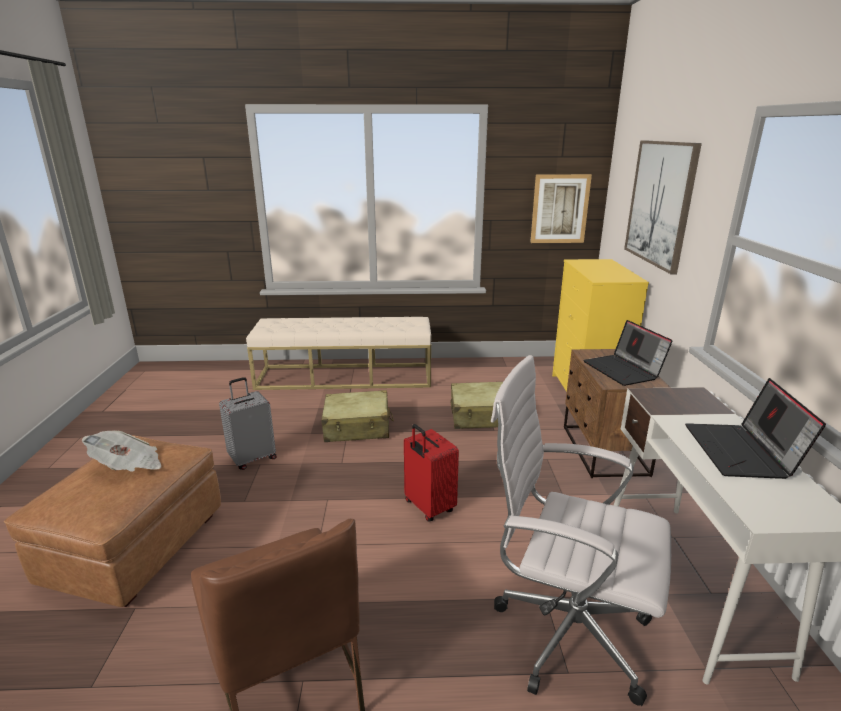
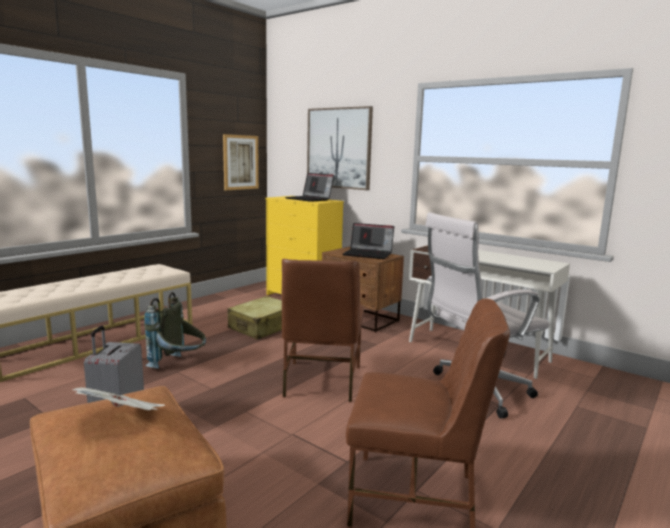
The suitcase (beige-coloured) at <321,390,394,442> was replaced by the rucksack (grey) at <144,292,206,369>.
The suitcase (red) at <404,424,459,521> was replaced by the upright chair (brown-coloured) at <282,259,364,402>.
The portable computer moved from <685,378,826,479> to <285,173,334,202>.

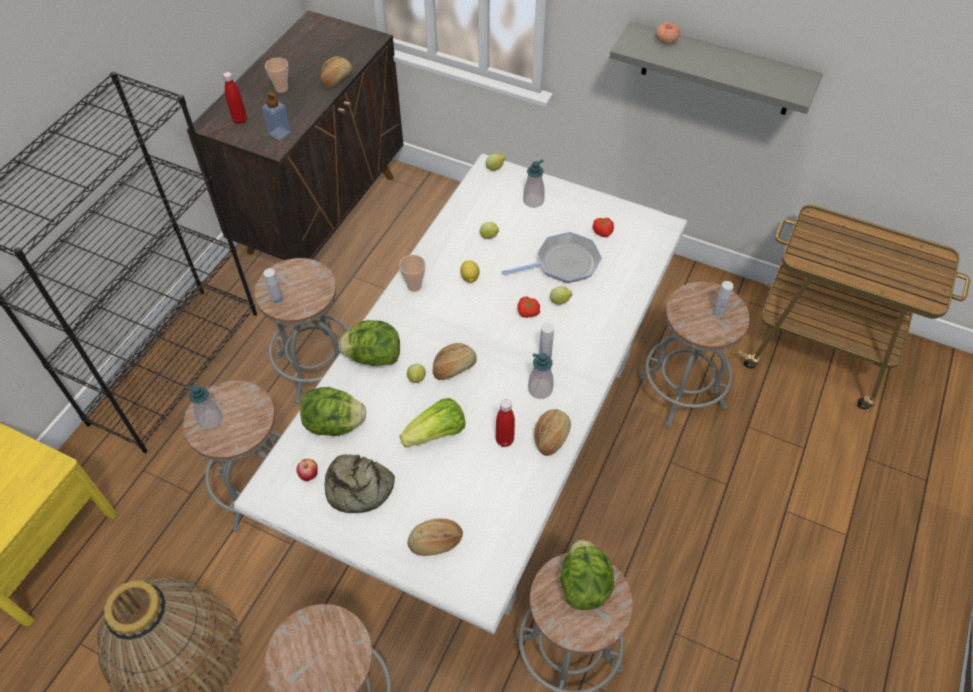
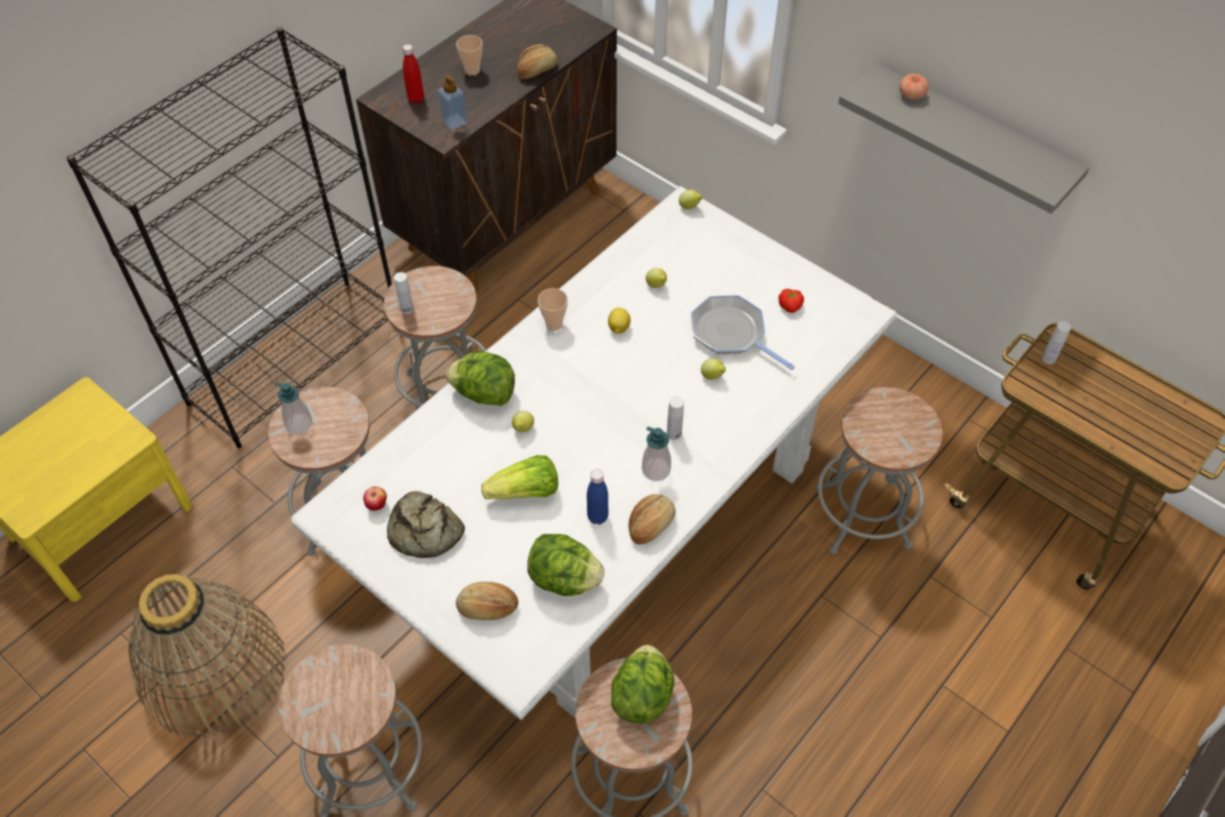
The lettuce head moved from <300,387,366,436> to <527,534,605,596>.
The bakery bread at <433,343,477,380> disappeared.
The drink bottle (red) at <496,399,515,447> became the drink bottle (bluish) at <587,469,608,524>.
The frying pan at <502,232,602,283> turned 135 degrees counterclockwise.
The fresh tomato at <517,296,540,318> disappeared.
The liquid soap bottle at <523,160,545,208> disappeared.
The drink bottle (white-coloured) moved from <713,281,734,317> to <1042,321,1071,364>.

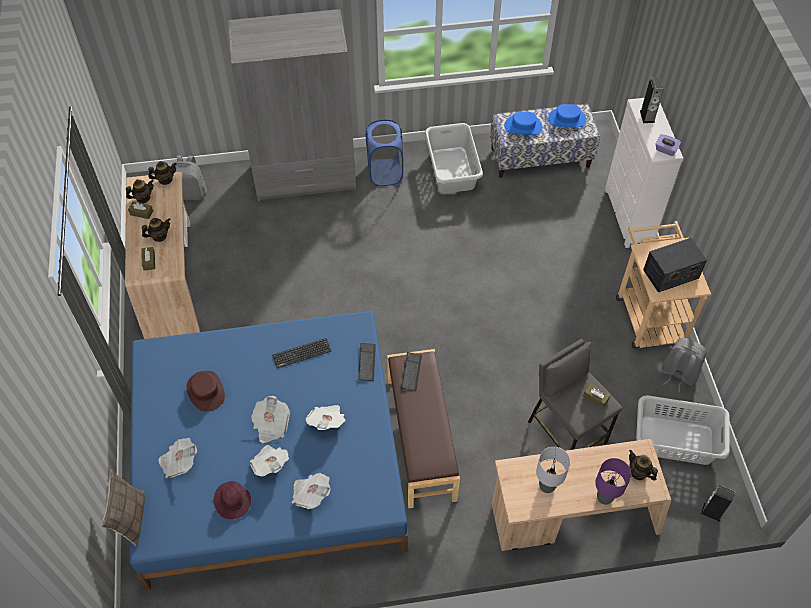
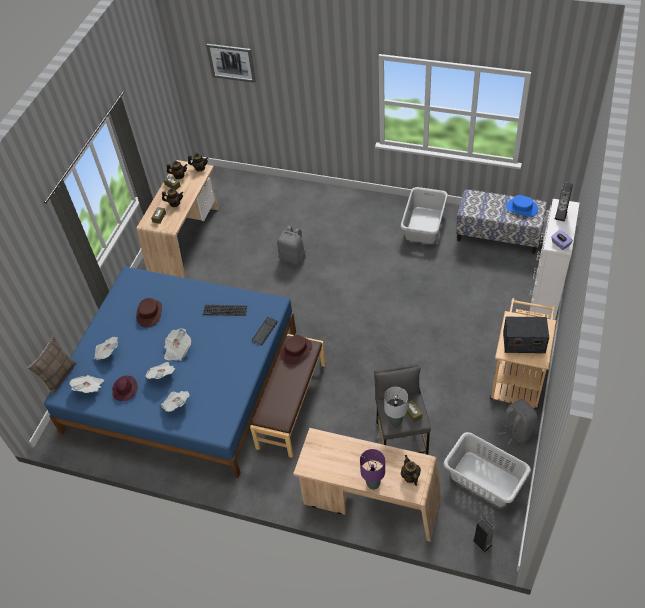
The rucksack (grey) moved from <172,155,207,200> to <277,226,306,265>.
The clothes cupboard (grey) at <228,9,356,201> disappeared.
The newspaper moved from <306,405,346,430> to <69,375,104,393>.
The hamper (bluish) at <365,120,403,186> disappeared.
The PC keyboard at <401,352,422,391> was replaced by the wearable hat (brown-coloured) at <280,335,312,365>.
The wearable hat (bluish) at <504,111,543,135> disappeared.
The table lamp (grey) moved from <536,447,570,493> to <384,387,408,427>.
The wall art at <206,44,256,83> appeared.

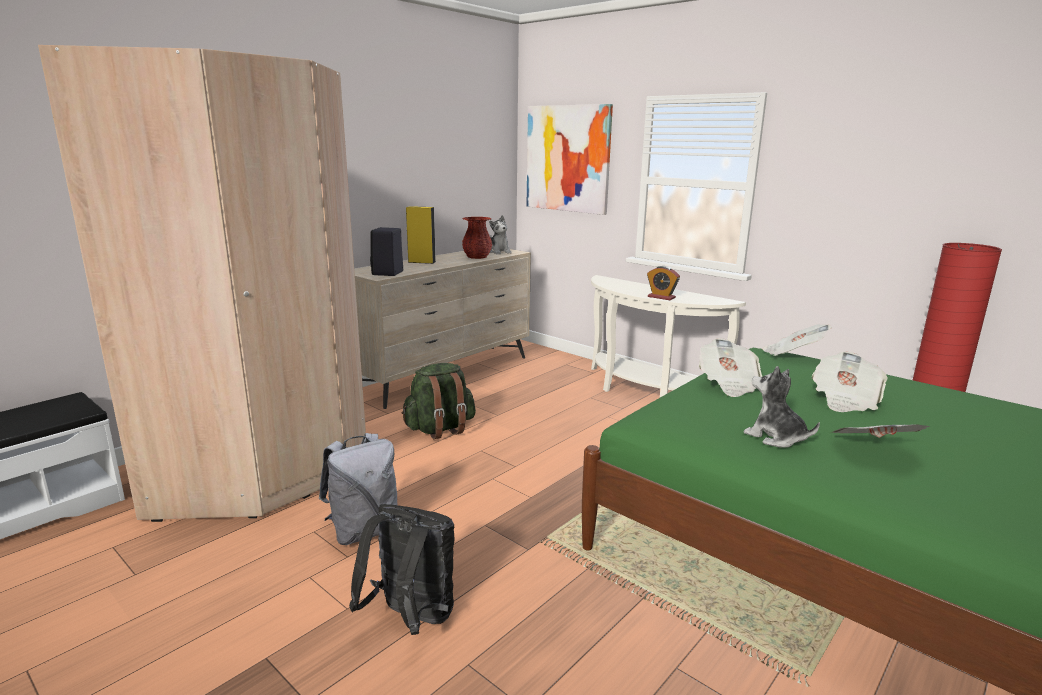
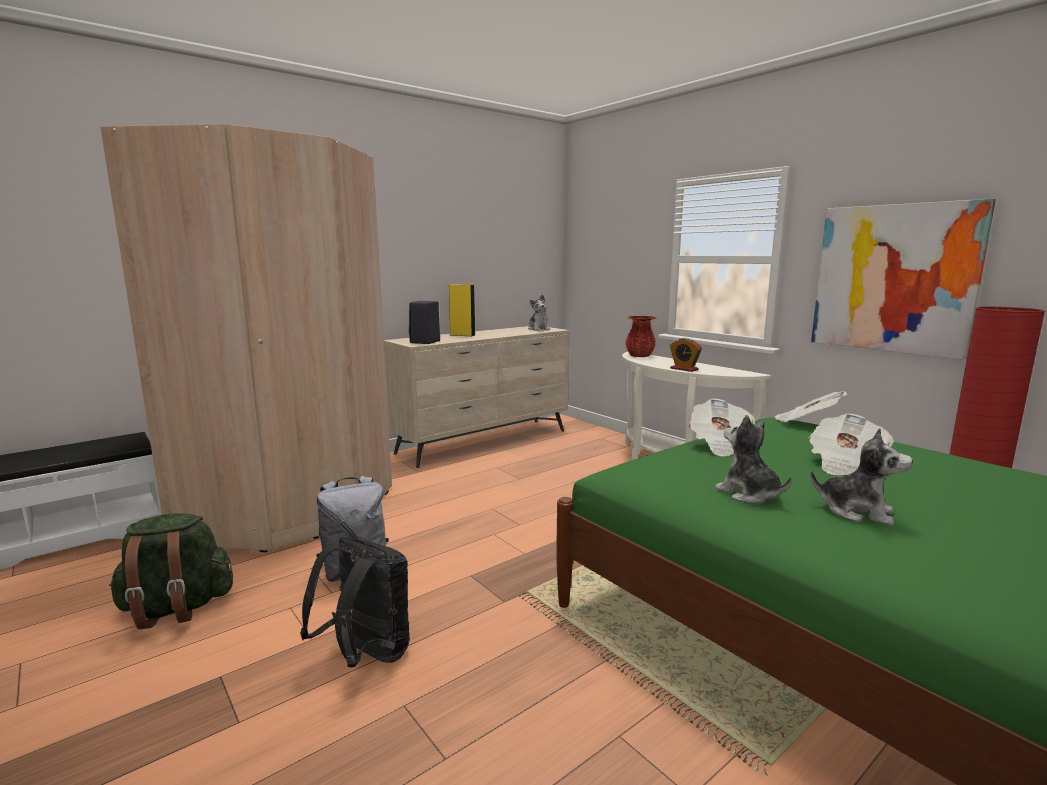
The rucksack (green-coloured) moved from <401,363,476,439> to <109,514,233,629>.
The flower vase (red) moved from <462,217,492,259> to <625,316,656,357>.
The wall art moved from <526,104,613,215> to <811,199,996,360>.
The newspaper at <831,425,929,438> was replaced by the plush toy at <810,428,913,526>.

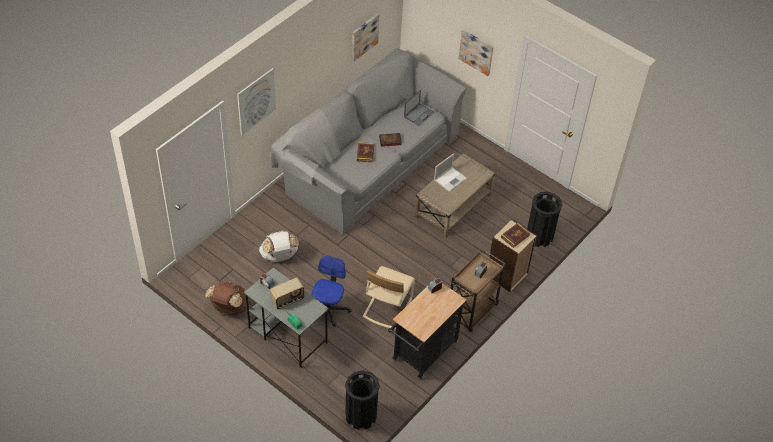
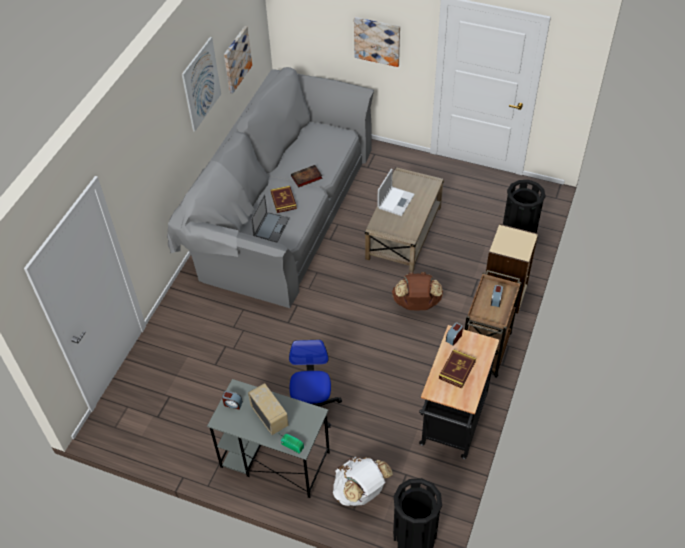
The rucksack (brown-coloured) moved from <205,282,249,315> to <392,272,443,311>.
The wall art moved from <237,68,276,135> to <182,37,221,132>.
The rucksack (white-coloured) moved from <259,230,299,262> to <333,457,393,506>.
The radio set at <270,278,304,309> turned 75 degrees counterclockwise.
The upright chair (beige-coloured) at <363,266,415,330> disappeared.
The portable computer moved from <404,90,434,126> to <251,195,290,242>.
The bound book moved from <501,223,530,248> to <439,349,476,388>.

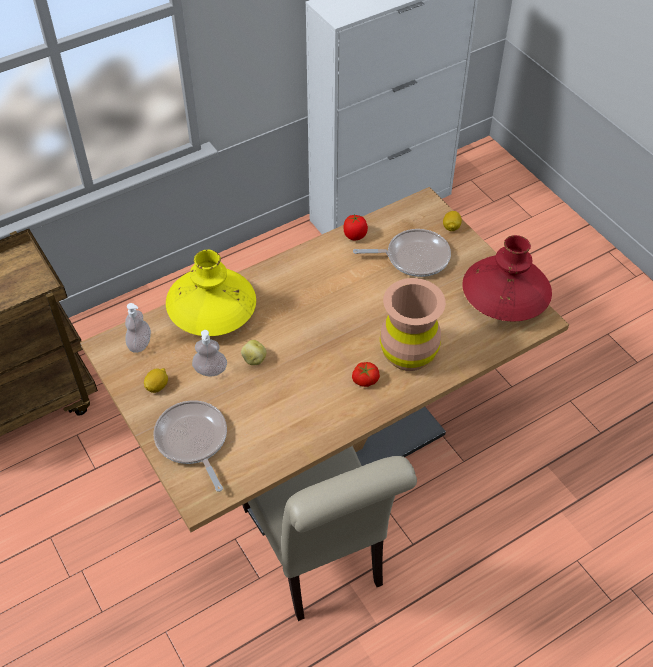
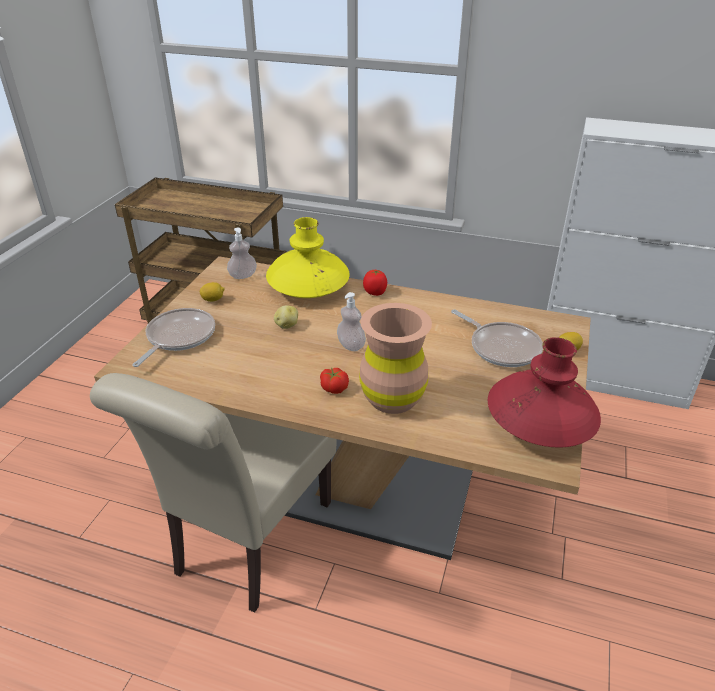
The liquid soap bottle moved from <192,330,227,377> to <337,292,366,351>.
The fresh tomato moved from <344,215,368,240> to <363,270,387,296>.

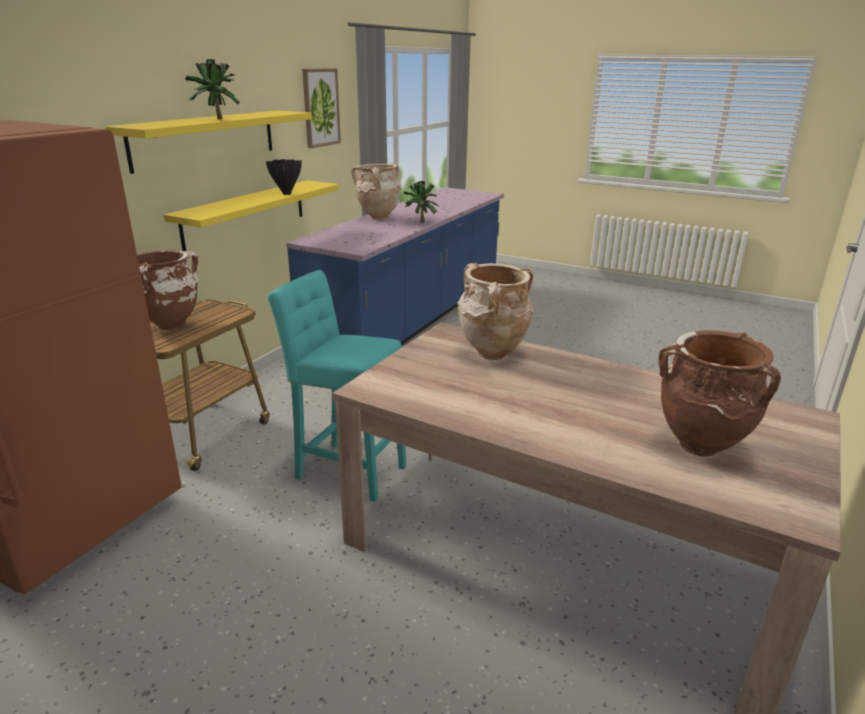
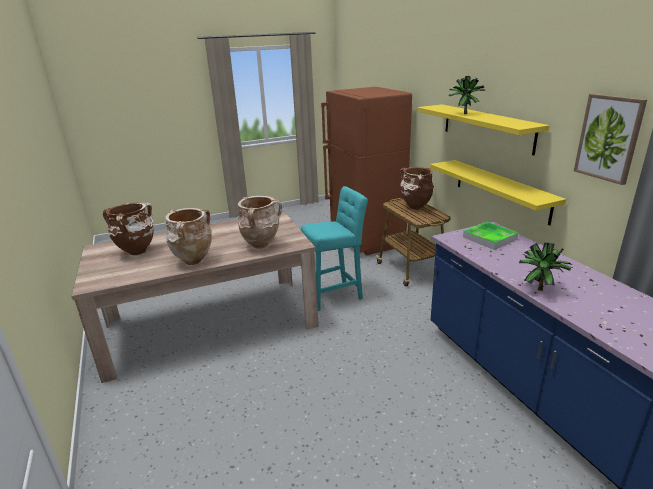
The flower vase (blackish) at <266,159,302,195> disappeared.
The flower vase (beige-coloured) moved from <351,163,401,219> to <165,208,212,265>.
The serving tray at <463,222,519,250> appeared.

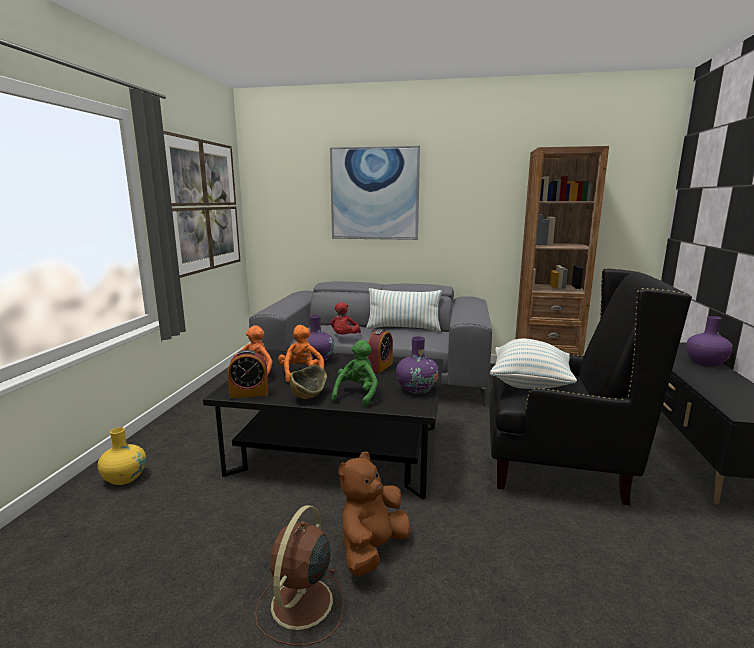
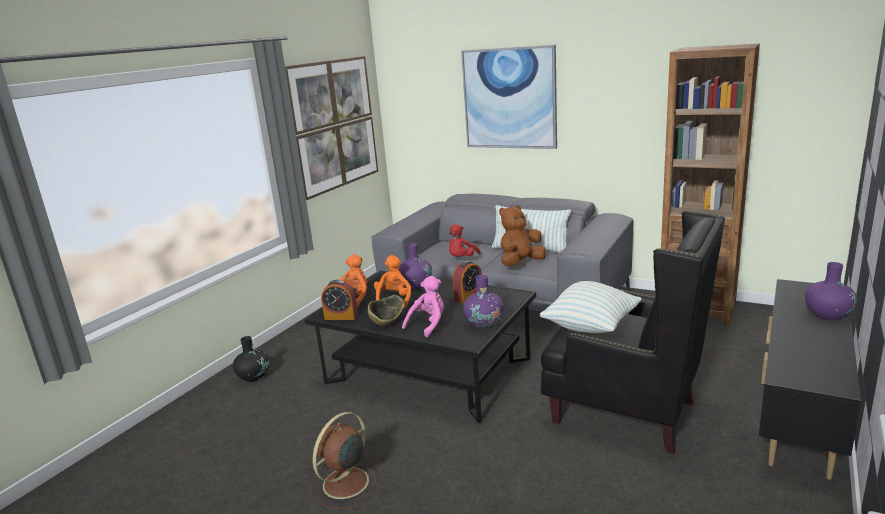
The flower vase (yellow-coloured) at <97,427,146,485> became the flower vase (blackish) at <233,336,269,382>.
The plush toy (green-coloured) at <331,340,378,407> became the plush toy (pink-coloured) at <402,276,444,337>.
The plush toy (brown-coloured) moved from <338,452,411,576> to <499,205,546,266>.

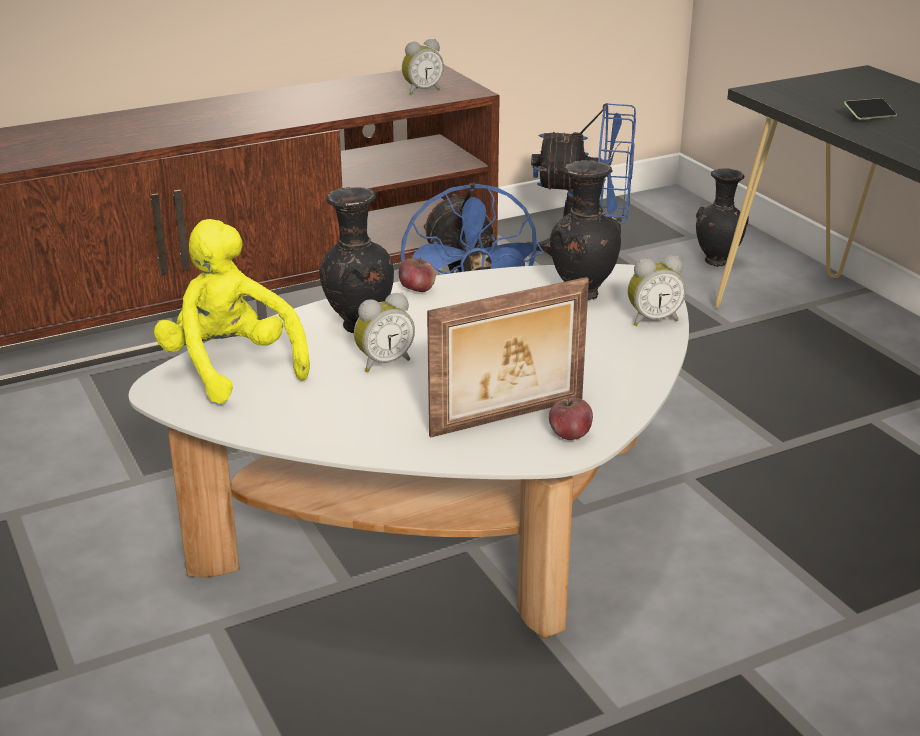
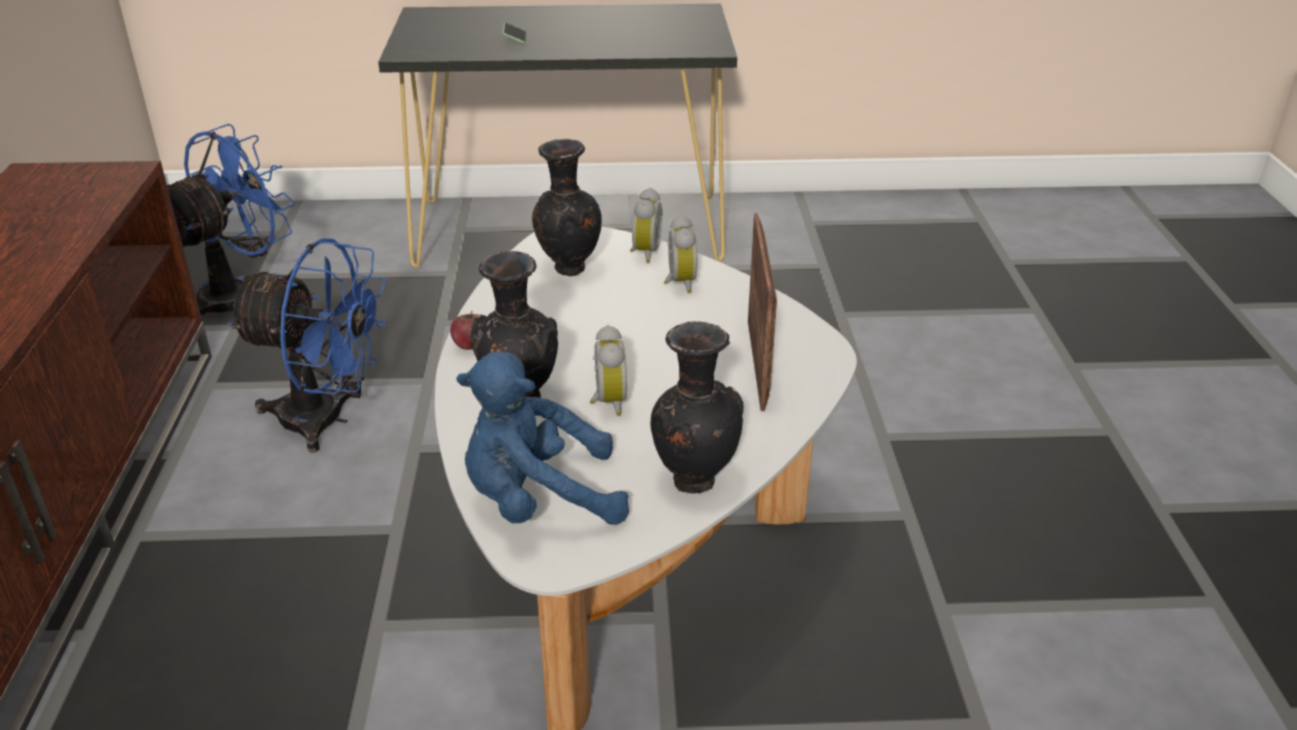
The plush toy (yellow-coloured) at <154,219,310,404> became the plush toy (bluish) at <456,351,629,525>.
The table clock moved from <402,39,444,95> to <664,215,697,293>.
The apple fruit at <549,395,593,440> disappeared.
The flower vase (blackish) moved from <696,168,749,267> to <651,321,743,494>.

